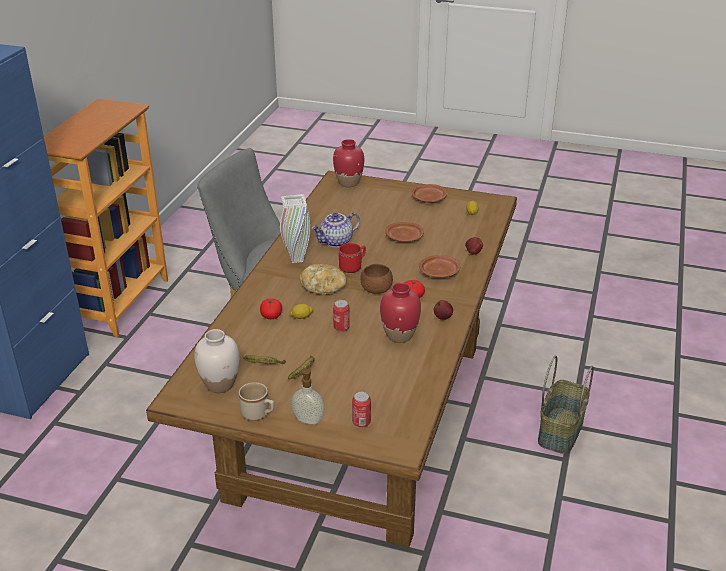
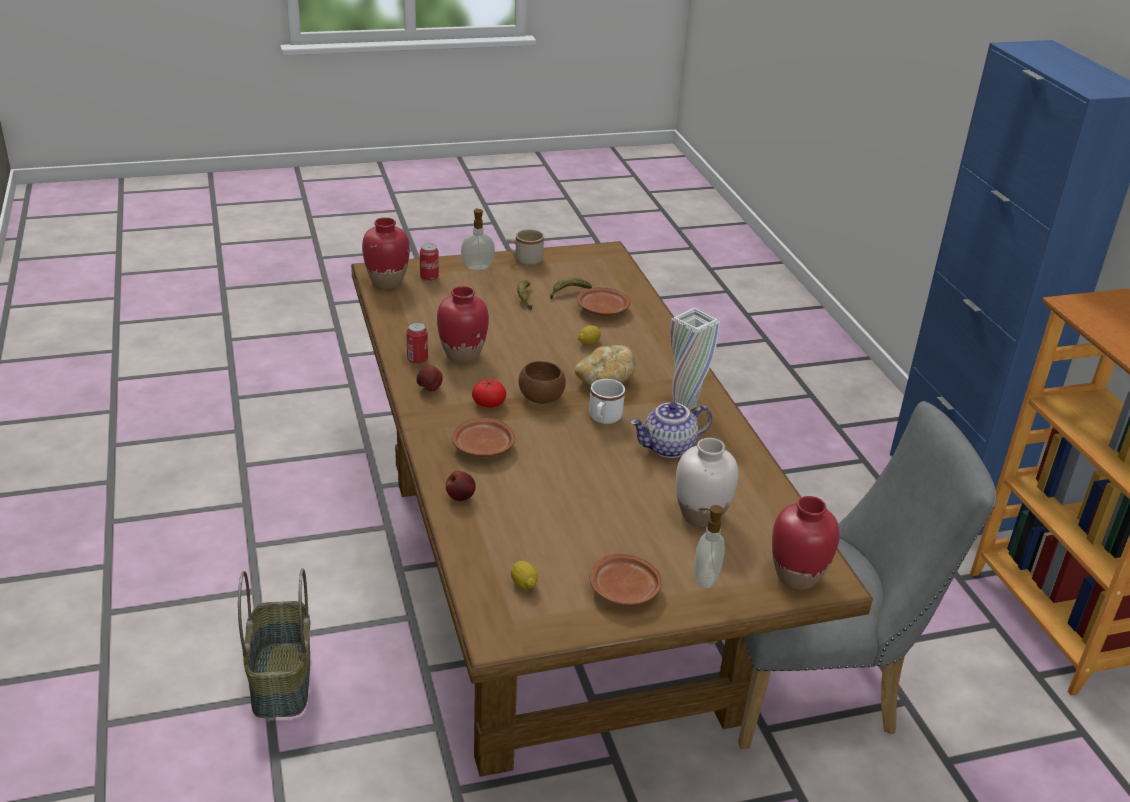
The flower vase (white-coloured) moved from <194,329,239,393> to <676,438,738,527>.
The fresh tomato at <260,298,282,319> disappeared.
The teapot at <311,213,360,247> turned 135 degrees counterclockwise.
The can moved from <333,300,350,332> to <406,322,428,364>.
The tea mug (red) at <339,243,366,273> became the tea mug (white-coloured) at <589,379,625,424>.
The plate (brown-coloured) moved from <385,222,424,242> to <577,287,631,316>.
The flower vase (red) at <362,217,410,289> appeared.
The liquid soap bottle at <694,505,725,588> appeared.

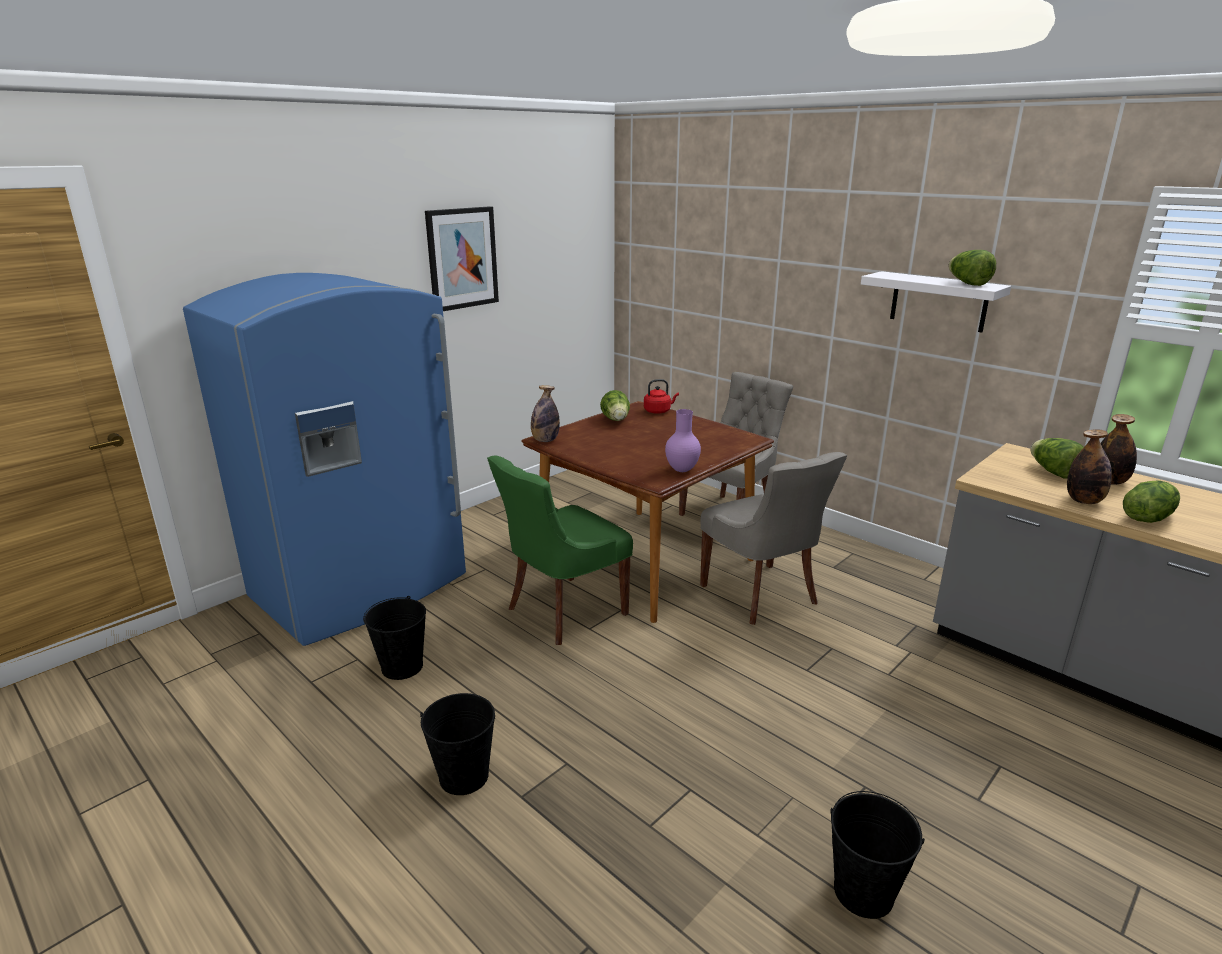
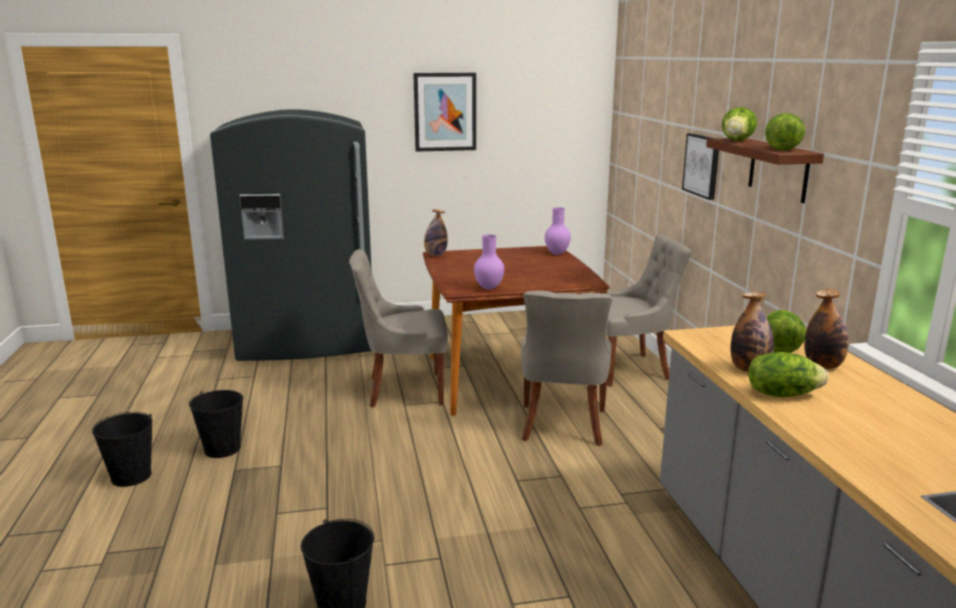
The kitchen fridge (bluish) at <183,273,466,646> became the kitchen fridge (grey) at <210,109,372,361>.
The pail (blackish) moved from <363,596,426,680> to <92,412,152,487>.
The upright chair (green-coloured) at <487,455,633,645> became the upright chair (grey) at <349,249,448,407>.
The lettuce head moved from <600,390,630,421> to <722,107,757,141>.
The kettle (red) at <644,379,679,414> was replaced by the flower vase (purple) at <545,207,571,255>.
The bracket shelf (white-coloured) at <861,271,1011,333> became the bracket shelf (brown-coloured) at <706,138,824,203>.
The wall art at <682,133,719,200> appeared.

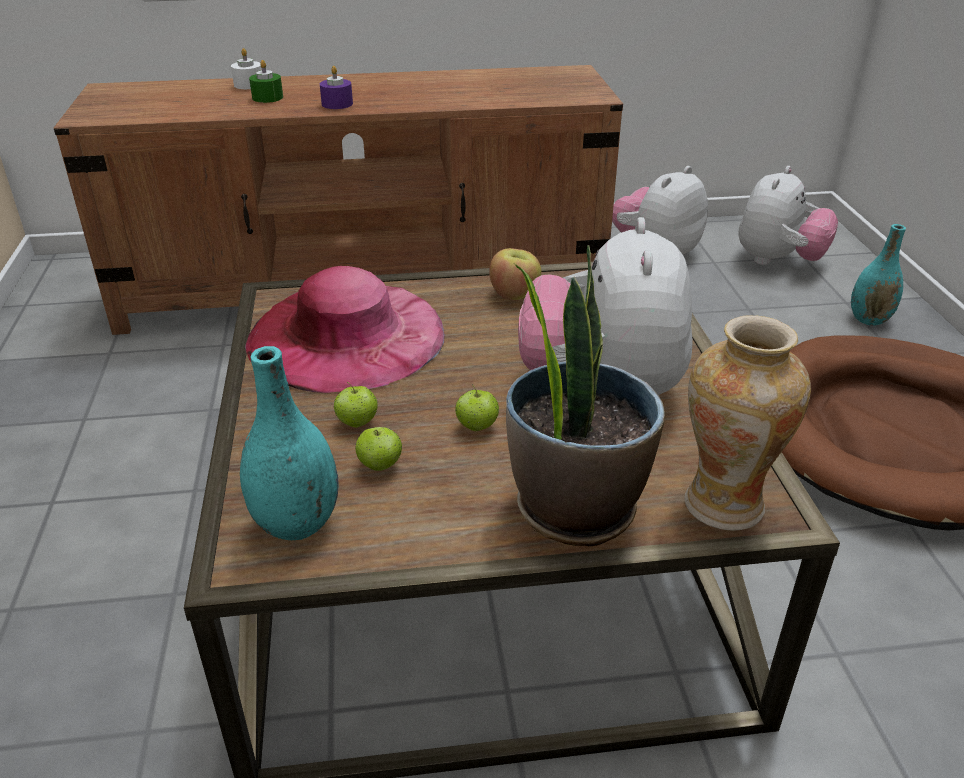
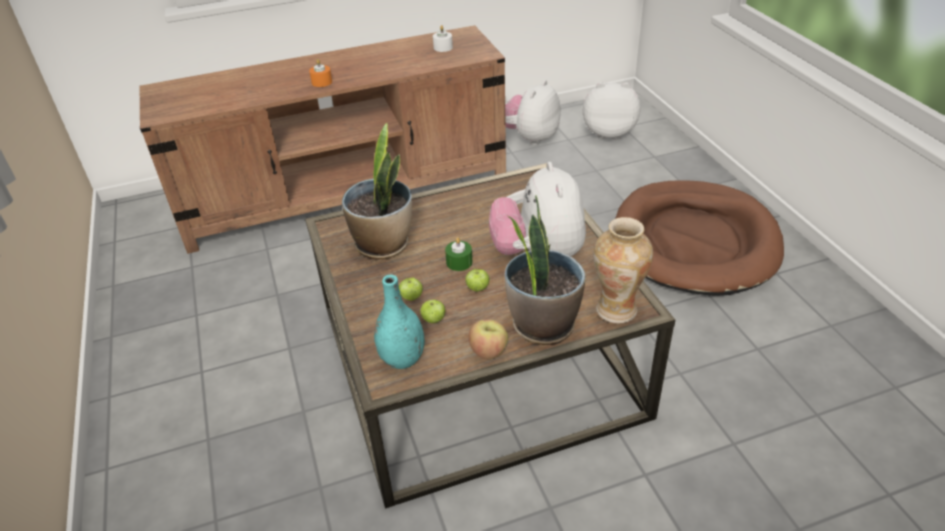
The wax light (white-coloured) moved from <231,48,262,89> to <433,25,453,52>.
The wearable hat (pink-coloured) at <245,266,445,393> was replaced by the plant in a pot at <342,123,412,259>.
The wax light (green-coloured) moved from <249,60,283,103> to <445,237,472,271>.
The wax light (purple) at <320,66,353,109> became the wax light (orangey) at <309,59,332,87>.
The apple fruit moved from <489,248,541,301> to <469,319,508,359>.
The plush toy at <738,166,838,265> turned 105 degrees counterclockwise.
The flower vase (turquoise) at <851,224,906,326> disappeared.

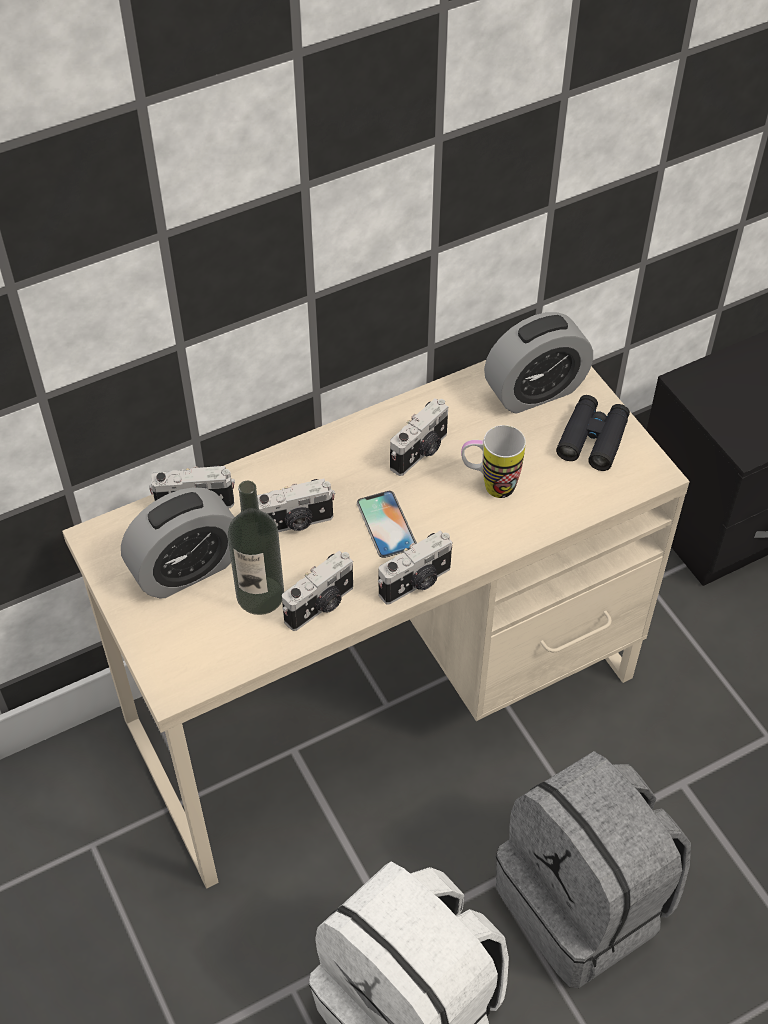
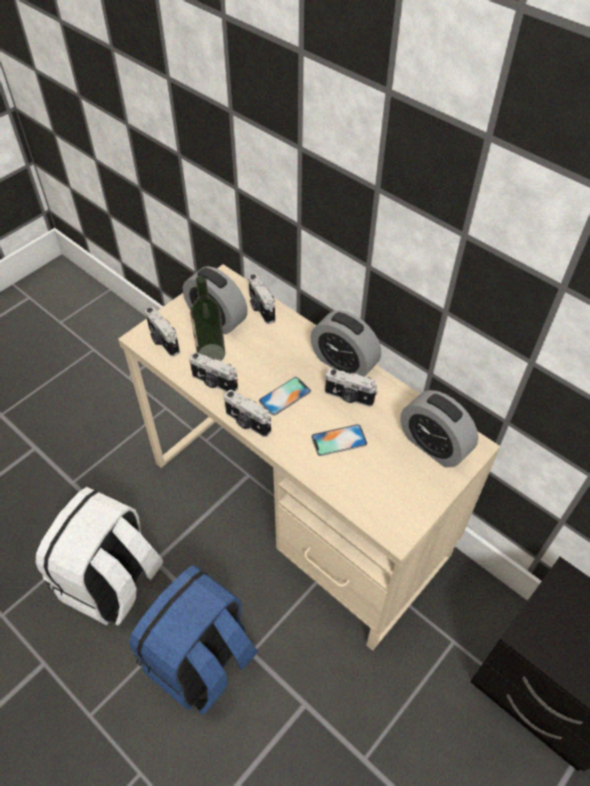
The photo camera moved from <257,478,335,532> to <145,307,180,356>.
The tea mug at <461,425,526,498> was replaced by the telephone at <311,424,367,456>.
The rucksack (grey) at <496,751,691,988> became the rucksack (bluish) at <129,565,258,715>.
The field glasses (blackish) at <556,395,630,471> disappeared.
The table clock at <310,310,381,377> appeared.

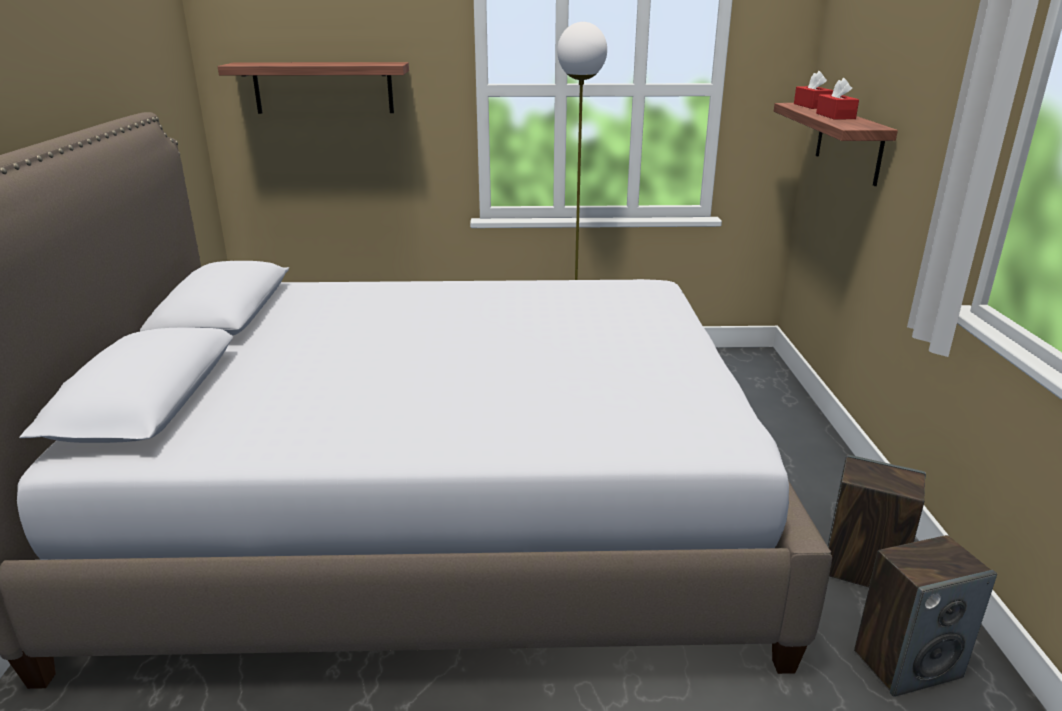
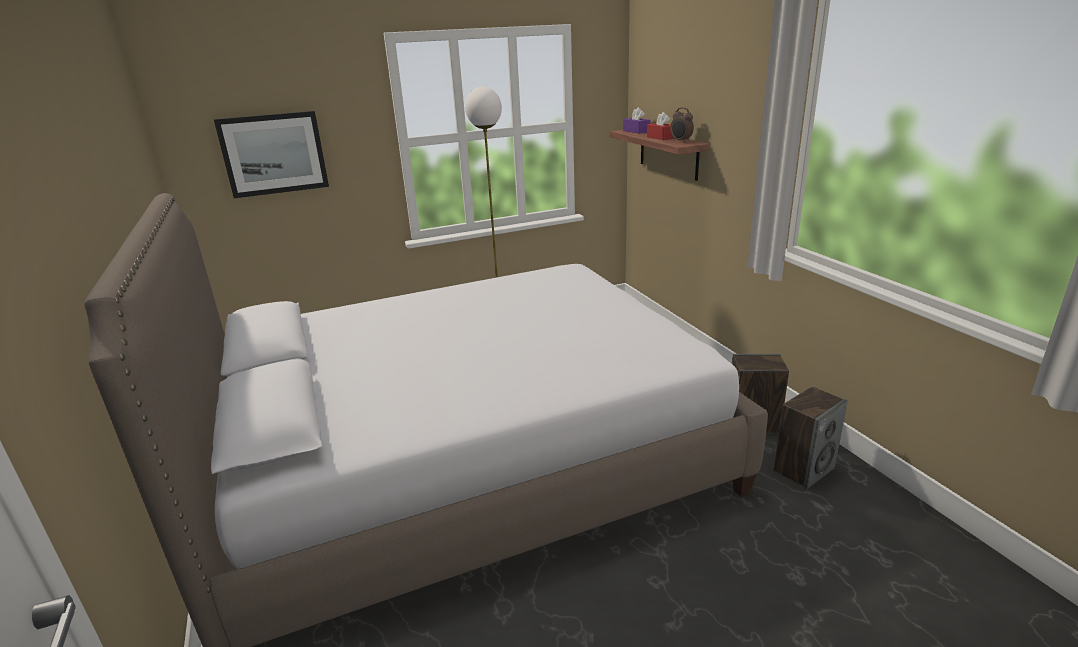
The bracket shelf at <218,62,409,114> was replaced by the wall art at <214,111,329,198>.
The tissue box (red) at <794,71,833,109> became the tissue box (purple) at <623,108,651,133>.
The table clock at <670,107,694,143> appeared.

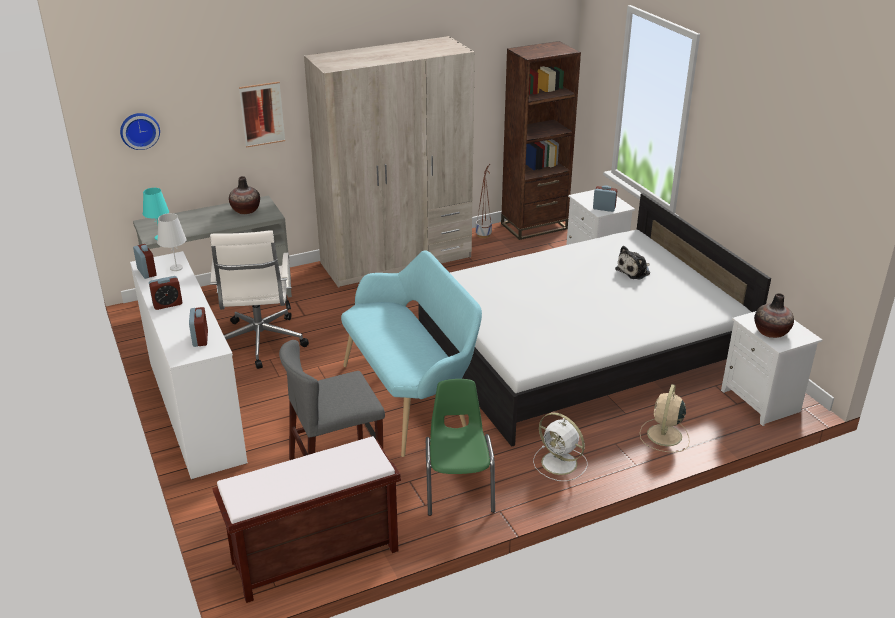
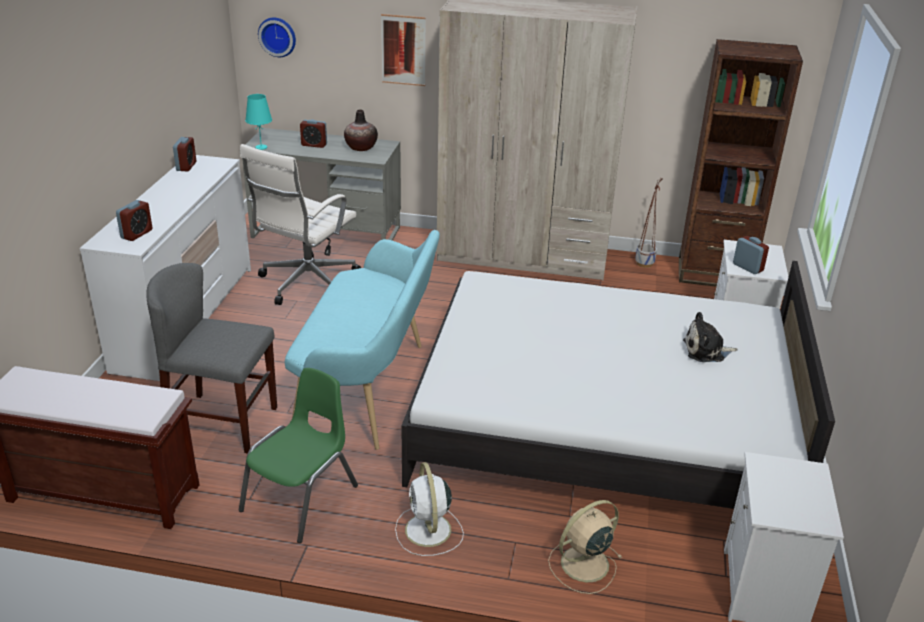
The table clock moved from <149,276,183,310> to <300,119,327,148>.
The table lamp (white-coloured) at <157,213,186,271> disappeared.
The flower vase at <754,293,794,338> disappeared.

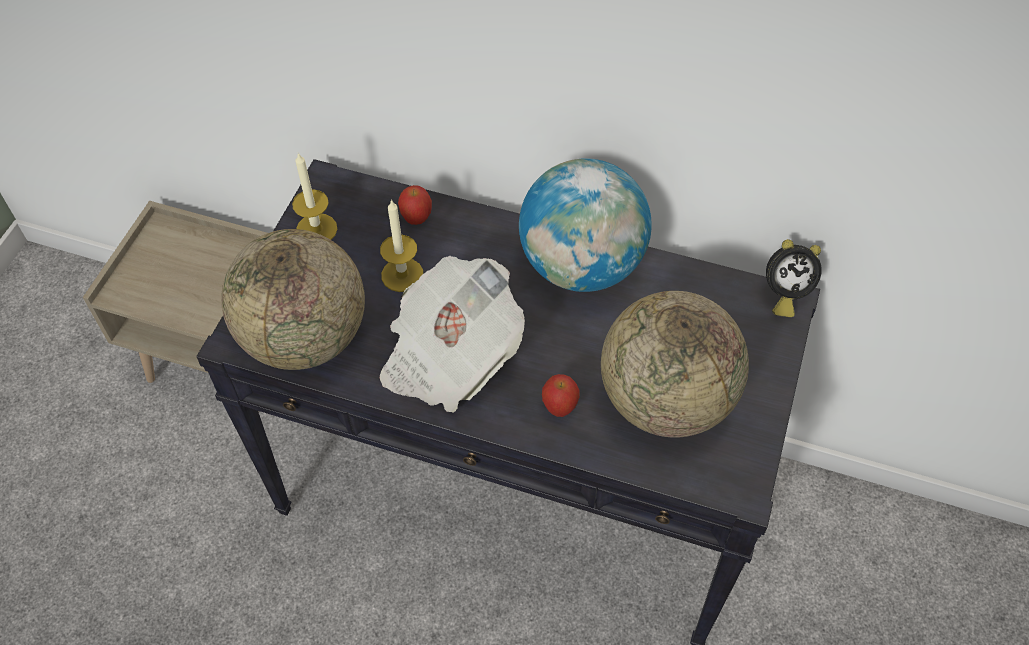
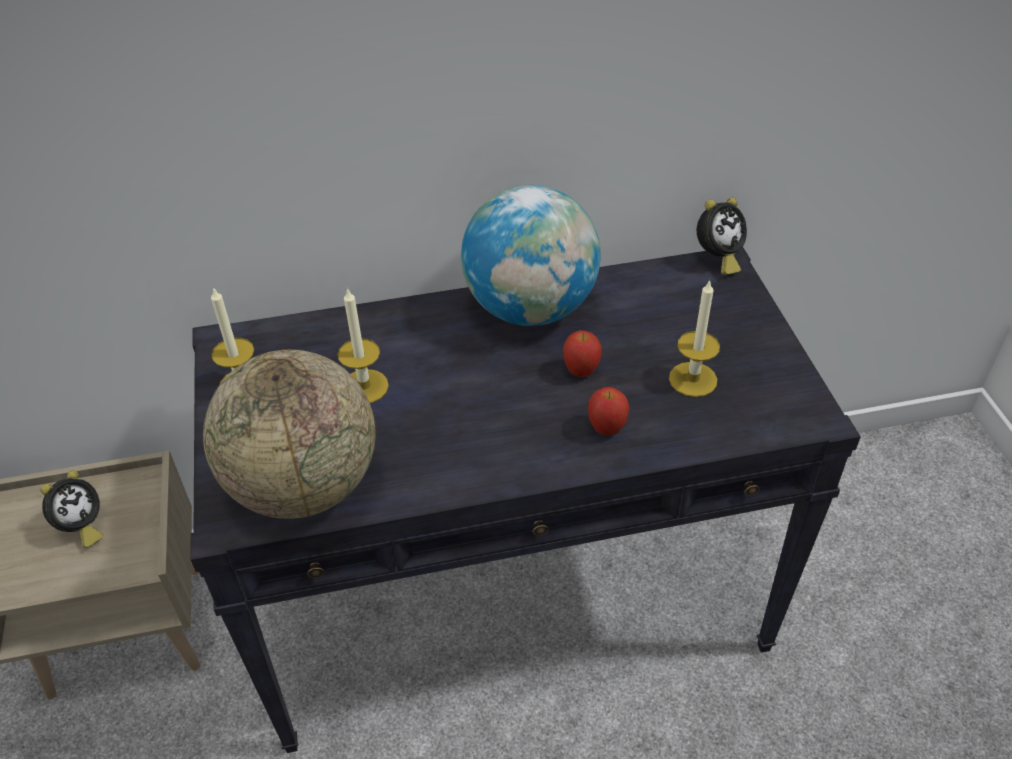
The newspaper at <379,256,525,413> disappeared.
The apple fruit moved from <398,185,432,225> to <563,330,602,377>.
The world globe at <601,291,749,438> was replaced by the wax light at <669,279,720,397>.
The table clock at <40,470,103,548> appeared.

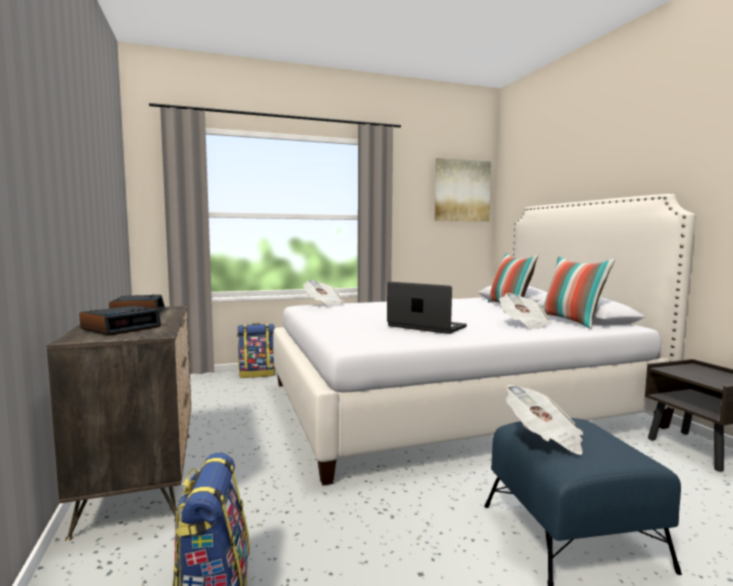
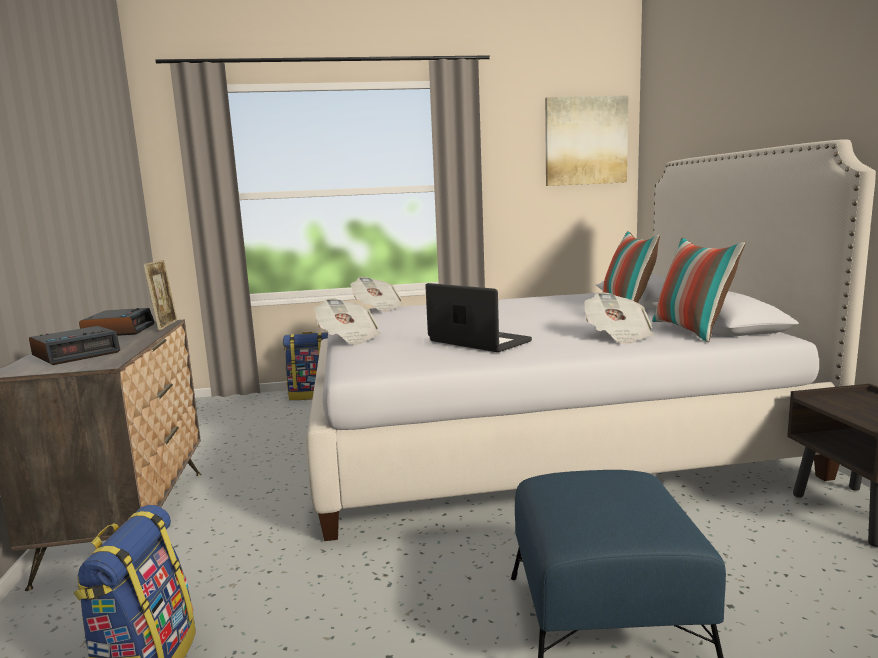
The newspaper moved from <506,384,583,455> to <314,298,381,345>.
The picture frame at <143,260,178,331> appeared.

